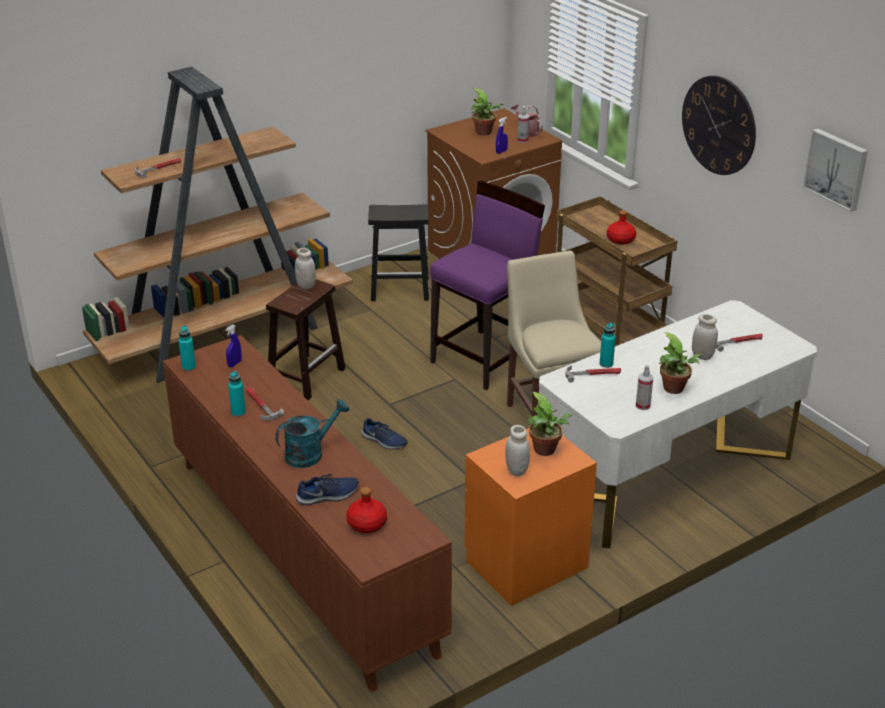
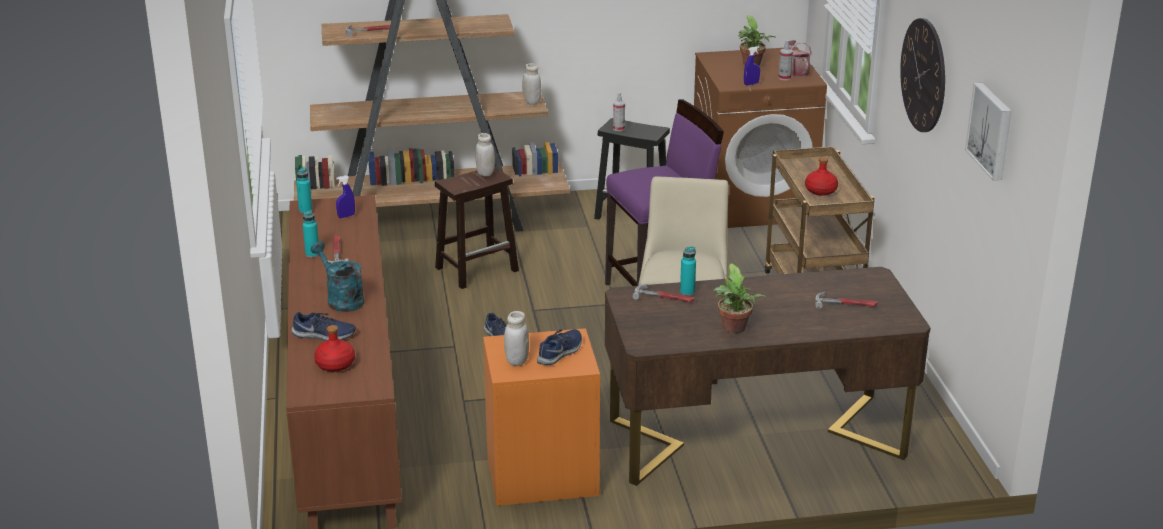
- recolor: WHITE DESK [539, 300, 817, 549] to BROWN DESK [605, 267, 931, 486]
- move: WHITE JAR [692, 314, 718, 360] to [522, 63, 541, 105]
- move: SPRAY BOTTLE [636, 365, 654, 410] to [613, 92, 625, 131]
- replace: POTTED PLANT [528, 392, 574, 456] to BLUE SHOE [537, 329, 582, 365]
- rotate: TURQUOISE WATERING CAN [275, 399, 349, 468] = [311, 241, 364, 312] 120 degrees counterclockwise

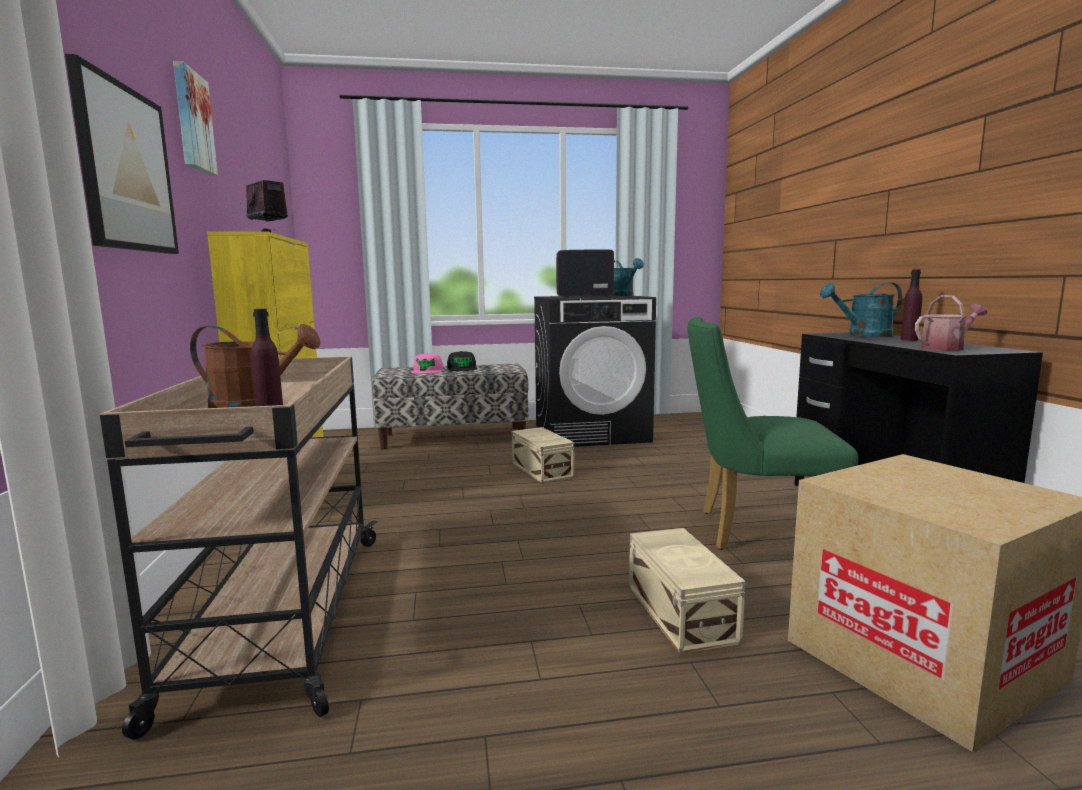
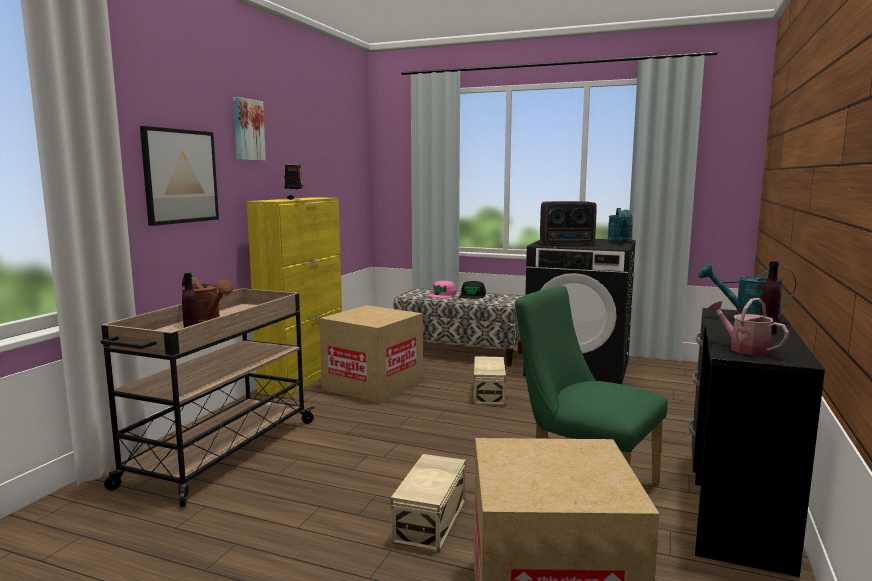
- rotate: RADIO [556, 249, 614, 298] = [540, 201, 597, 245] 150 degrees clockwise
- rotate: WATERING CAN [915, 295, 987, 351] = [708, 298, 789, 356] 135 degrees counterclockwise
- insert: CARDBOARD BOX [319, 305, 423, 404]

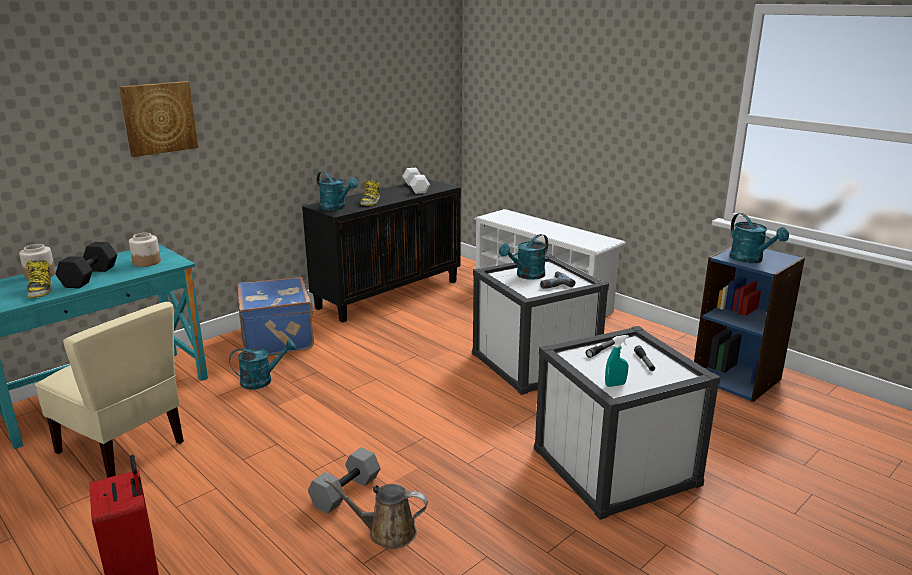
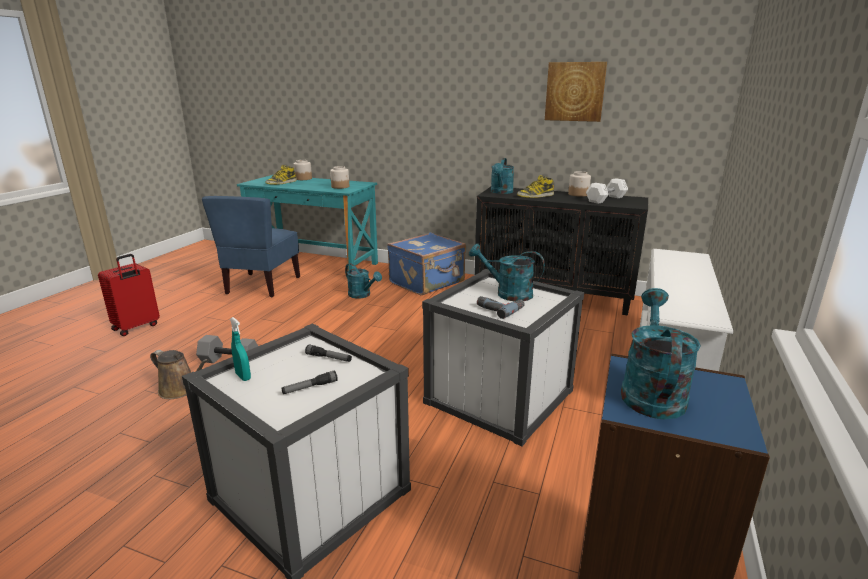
- move: PICTURE [119, 81, 198, 157] to [545, 62, 607, 122]
- rotate: TURQUOISE WATERING CAN [730, 213, 789, 263] = [621, 288, 701, 420] 150 degrees clockwise
- delete: BLACK DUMBBELL [56, 242, 117, 288]
- recolor: BEIGE CHAIR [35, 302, 184, 478] to BLUE CHAIR [202, 196, 300, 297]
- rotate: BROWN WATERING CAN [324, 478, 428, 549] = [150, 350, 209, 399] 135 degrees clockwise
- insert: JAR [568, 171, 591, 197]

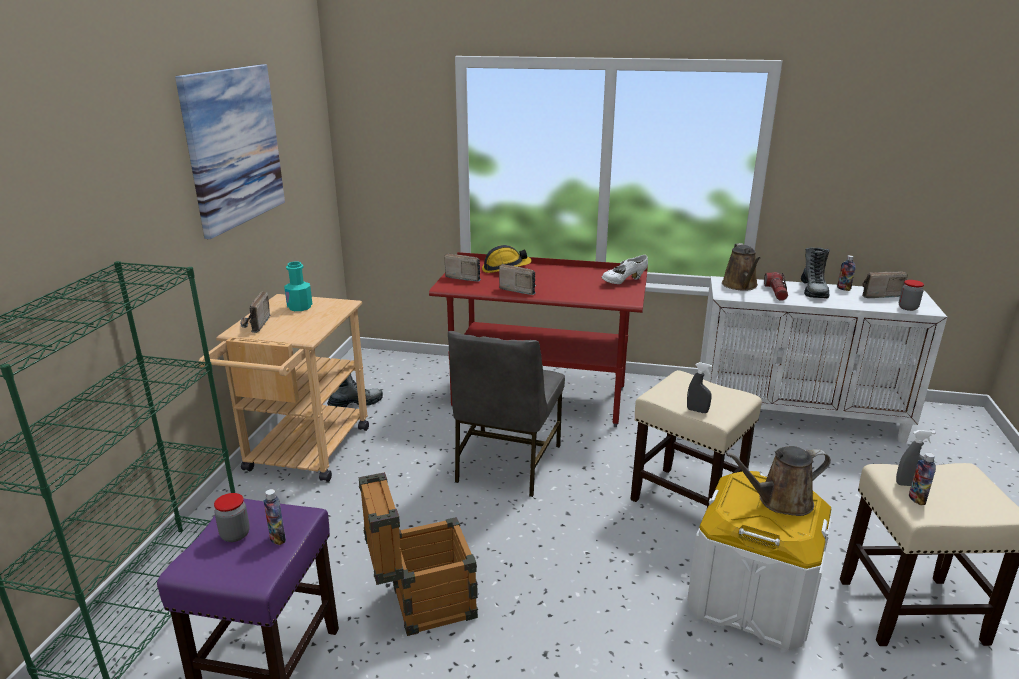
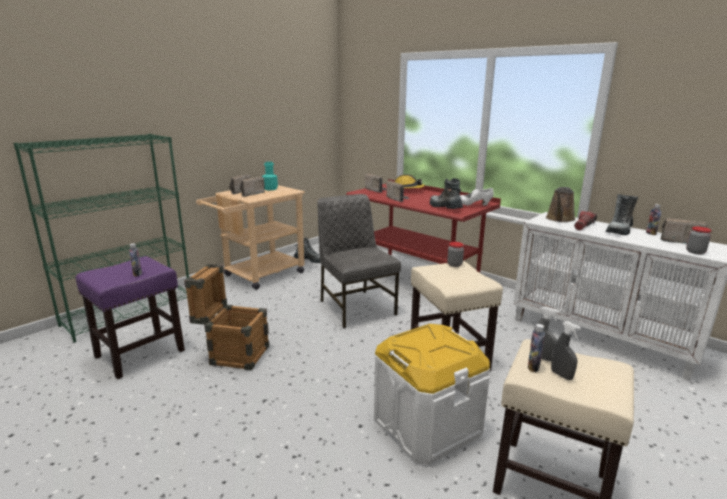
- delete: PICTURE [175, 64, 285, 239]
- rotate: GREY CHAIR [448, 331, 565, 497] = [318, 194, 401, 328] 105 degrees clockwise
- move: GREY SPRAY BOTTLE [687, 362, 713, 413] to [551, 321, 581, 380]
- delete: BROWN WATERING CAN [725, 446, 831, 516]
- move: JAR [214, 493, 250, 542] to [447, 242, 464, 267]
- insert: RADIO [240, 177, 265, 197]
- insert: BOOT [430, 178, 463, 209]

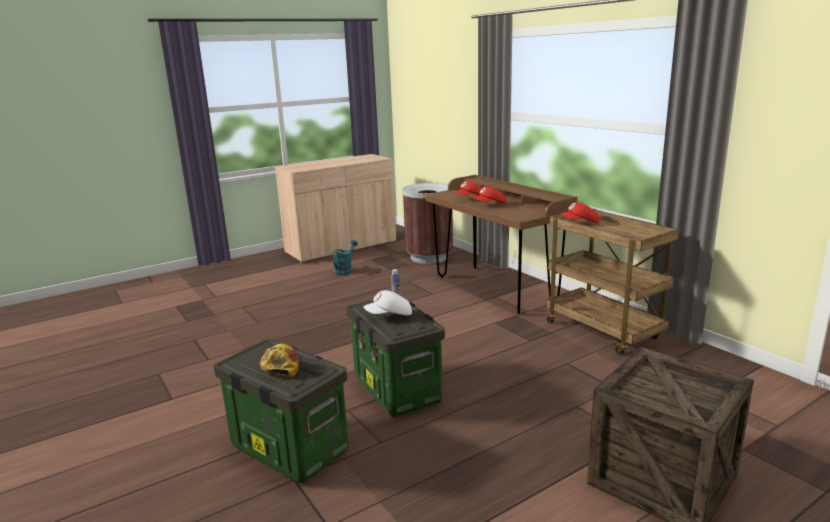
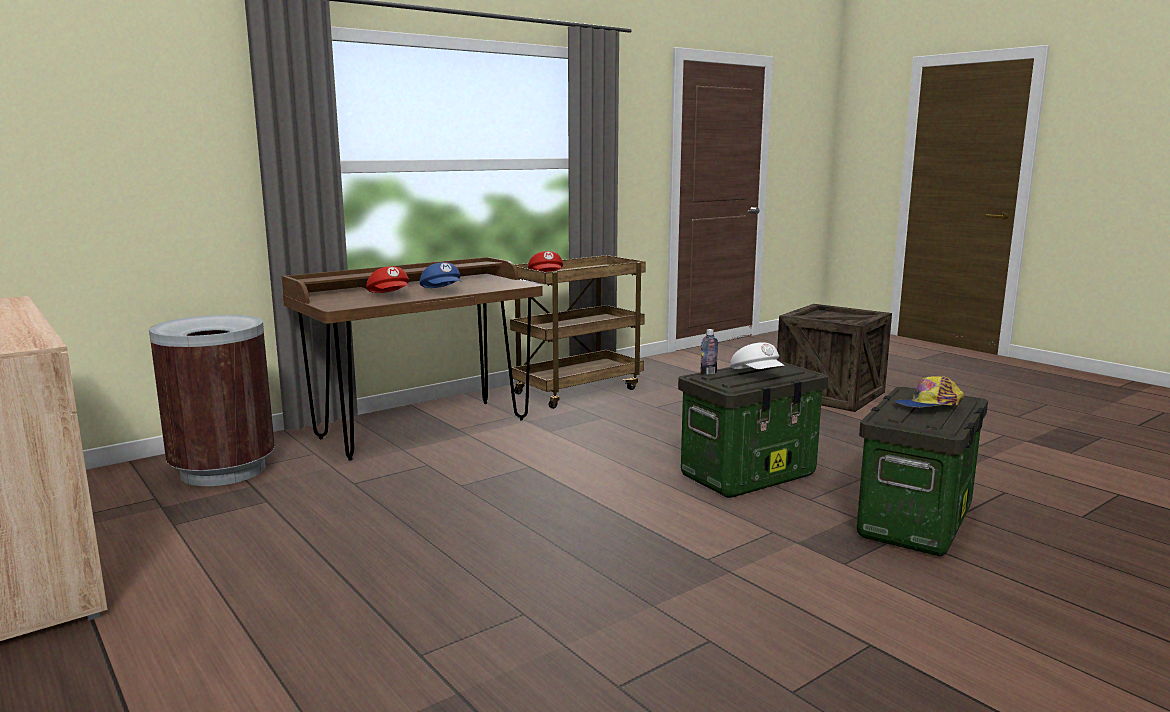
- recolor: RED CAP [473, 186, 507, 204] to BLUE CAP [420, 262, 461, 288]
- delete: TURQUOISE WATERING CAN [332, 240, 358, 275]

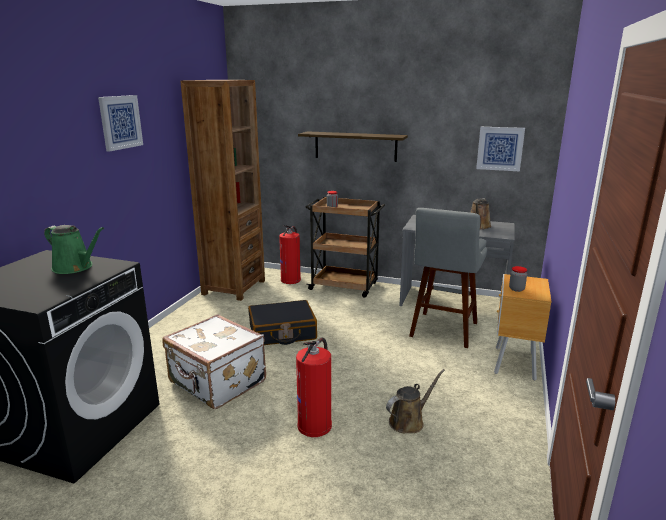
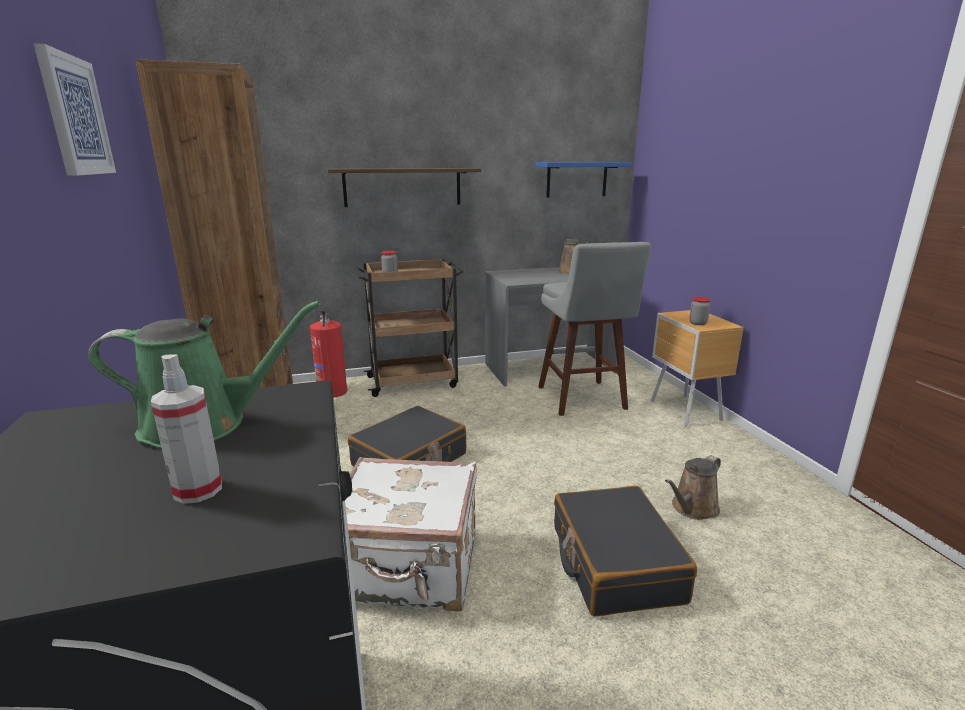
- replace: PICTURE [476, 127, 525, 171] to BLUE SHELF [536, 162, 633, 197]
- replace: FIRE EXTINGUISHER [296, 338, 332, 437] to BLACK SUITCASE [554, 486, 697, 616]
- rotate: BROWN WATERING CAN [386, 369, 445, 433] = [665, 455, 721, 520] 150 degrees counterclockwise
- insert: SPRAY BOTTLE [151, 355, 222, 504]

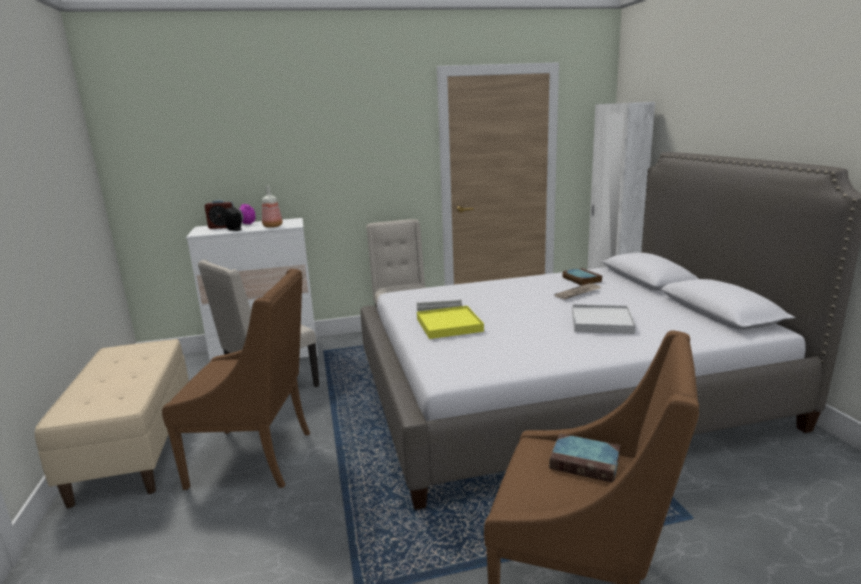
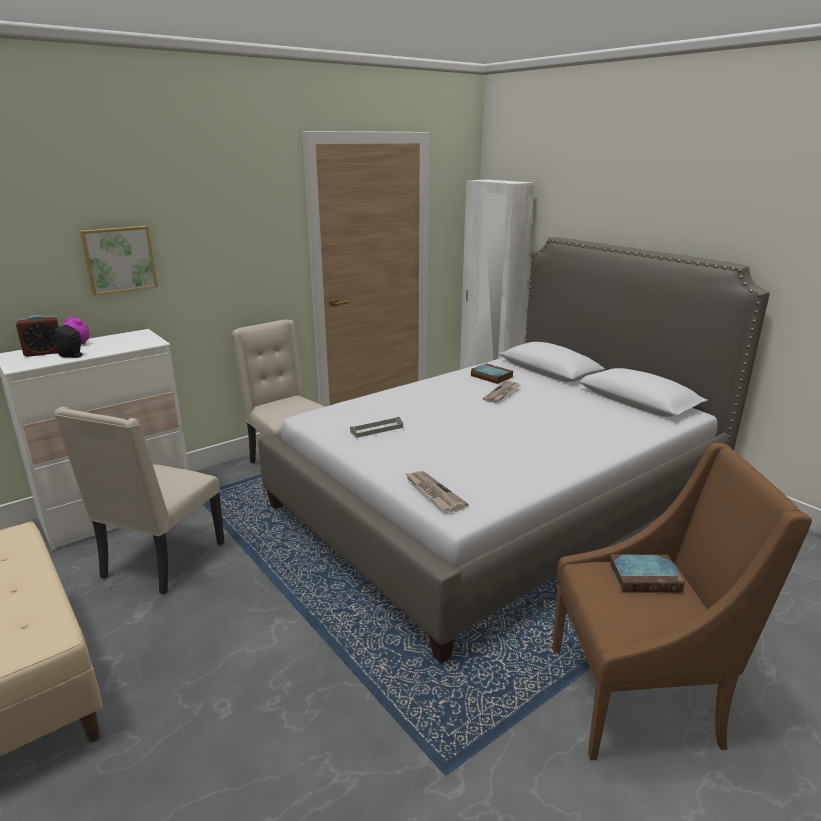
- delete: BOTTLE [262, 186, 283, 228]
- delete: BROWN ARMCHAIR [162, 269, 310, 490]
- delete: WHITE TRAY [572, 304, 636, 334]
- delete: YELLOW TRAY [417, 306, 484, 339]
- insert: PICTURE [80, 226, 158, 296]
- insert: NEWSPAPER [406, 471, 469, 512]

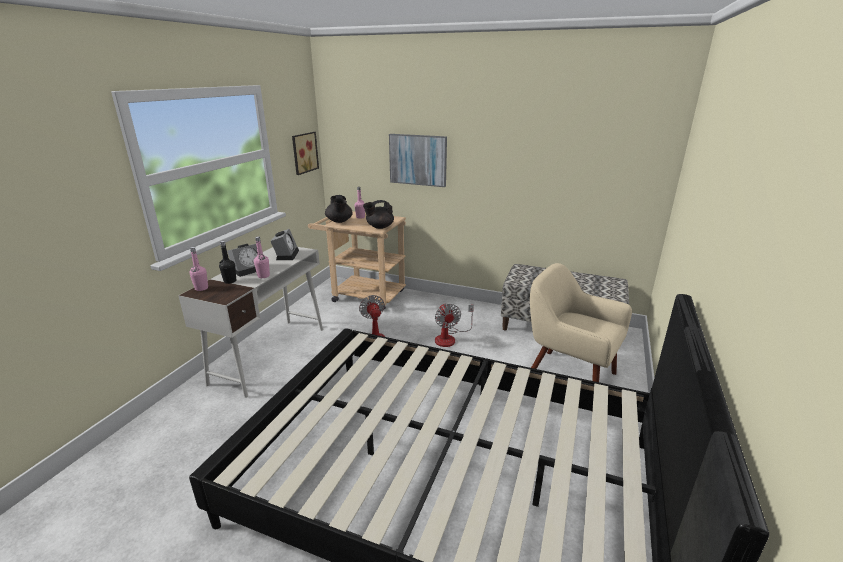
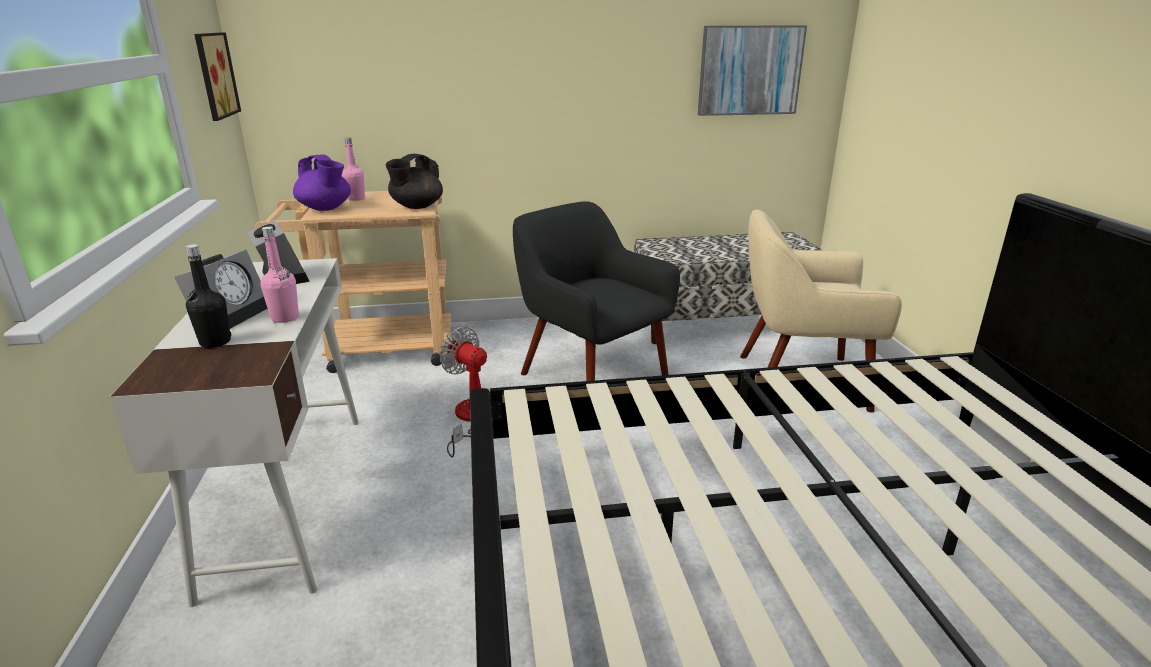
- move: PICTURE [389, 134, 447, 187] to [698, 25, 807, 116]
- recolor: BLACK TEAPOT [325, 195, 353, 223] to PURPLE TEAPOT [293, 155, 351, 211]
- delete: PINK BOTTLE [190, 247, 208, 291]
- replace: FAN [435, 303, 474, 347] to BLACK ARMCHAIR [513, 201, 680, 381]

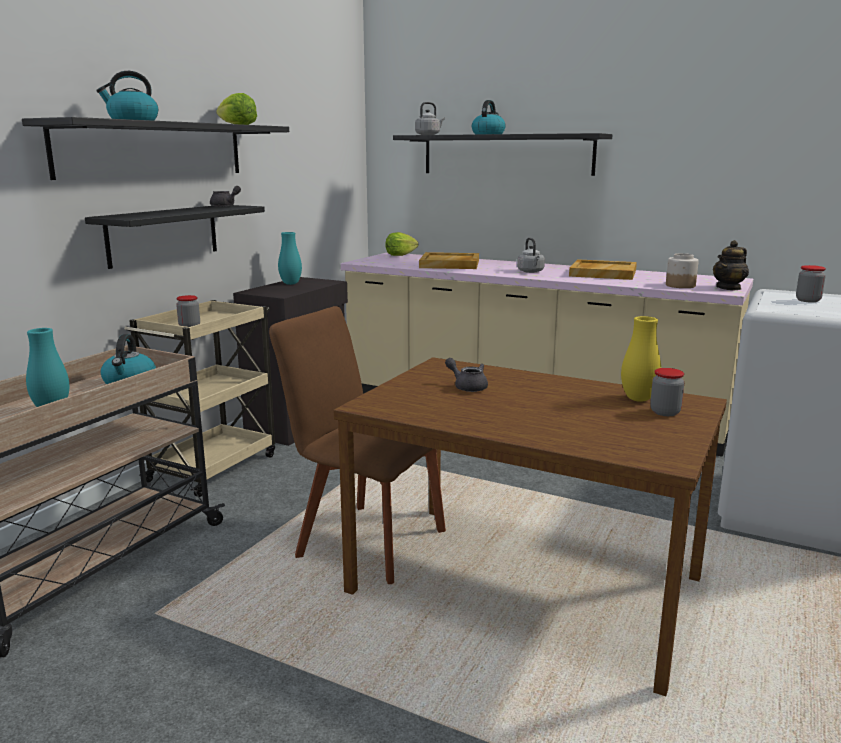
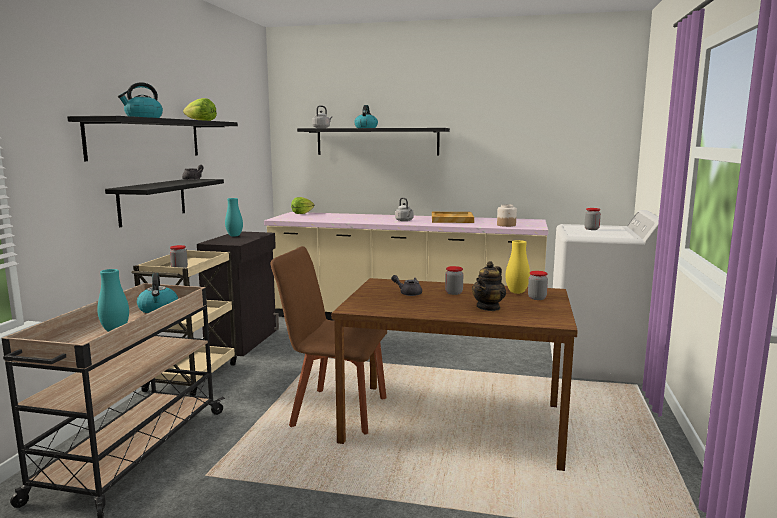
- move: TEAPOT [713, 240, 749, 290] to [472, 261, 506, 311]
- delete: BEIGE TRAY [419, 252, 479, 269]
- insert: JAR [445, 266, 463, 295]

